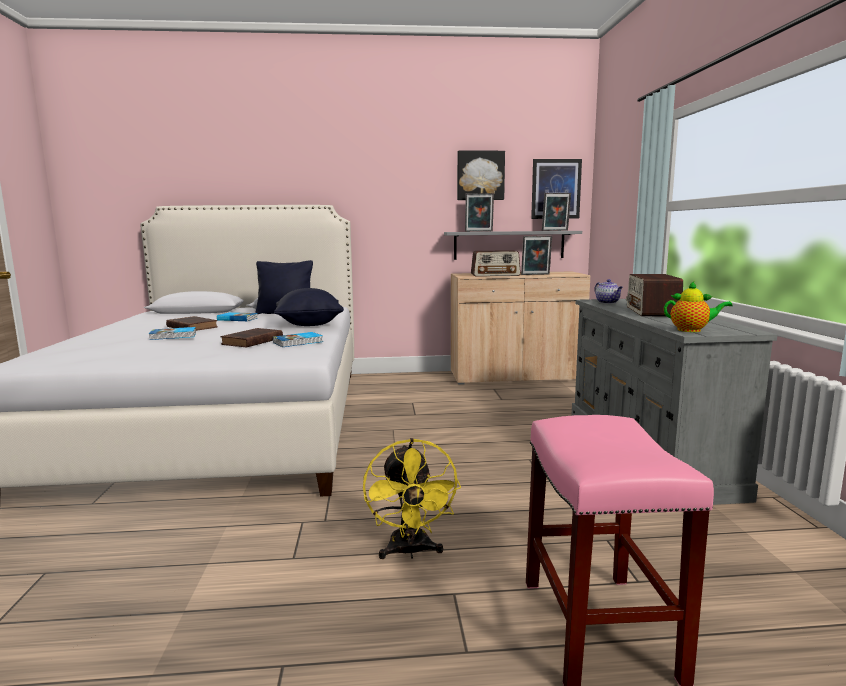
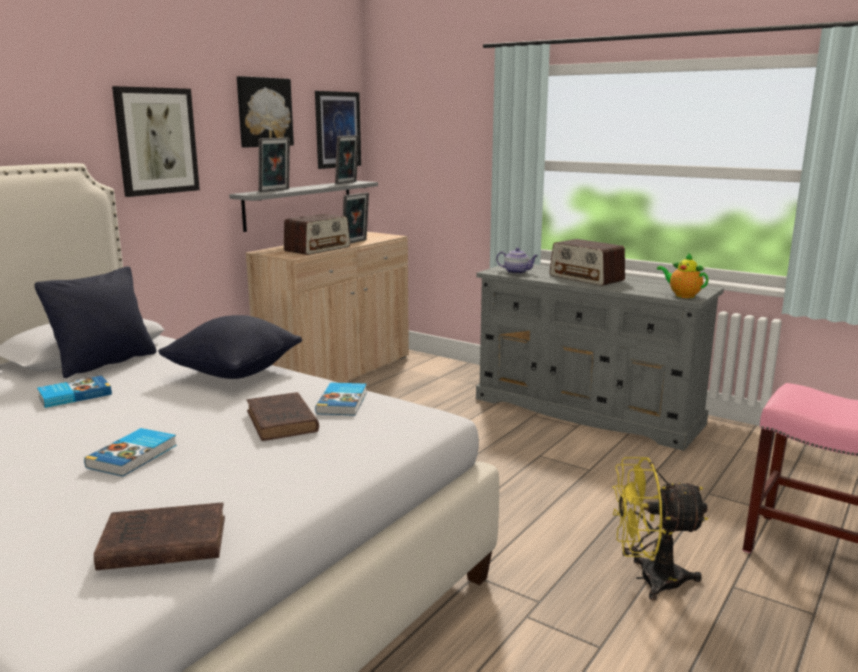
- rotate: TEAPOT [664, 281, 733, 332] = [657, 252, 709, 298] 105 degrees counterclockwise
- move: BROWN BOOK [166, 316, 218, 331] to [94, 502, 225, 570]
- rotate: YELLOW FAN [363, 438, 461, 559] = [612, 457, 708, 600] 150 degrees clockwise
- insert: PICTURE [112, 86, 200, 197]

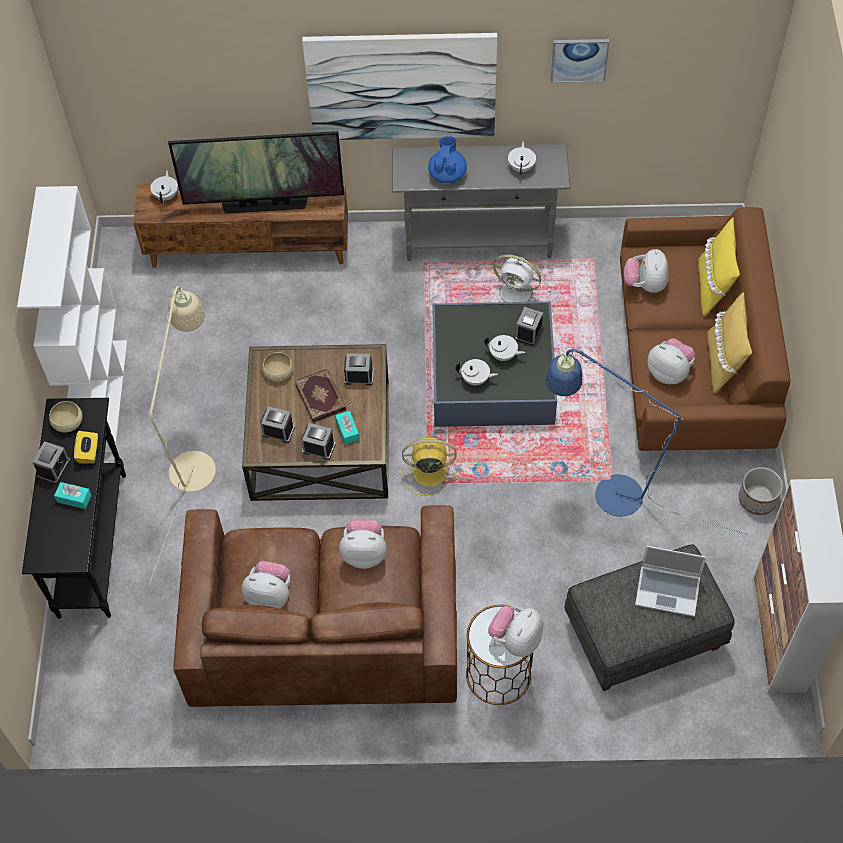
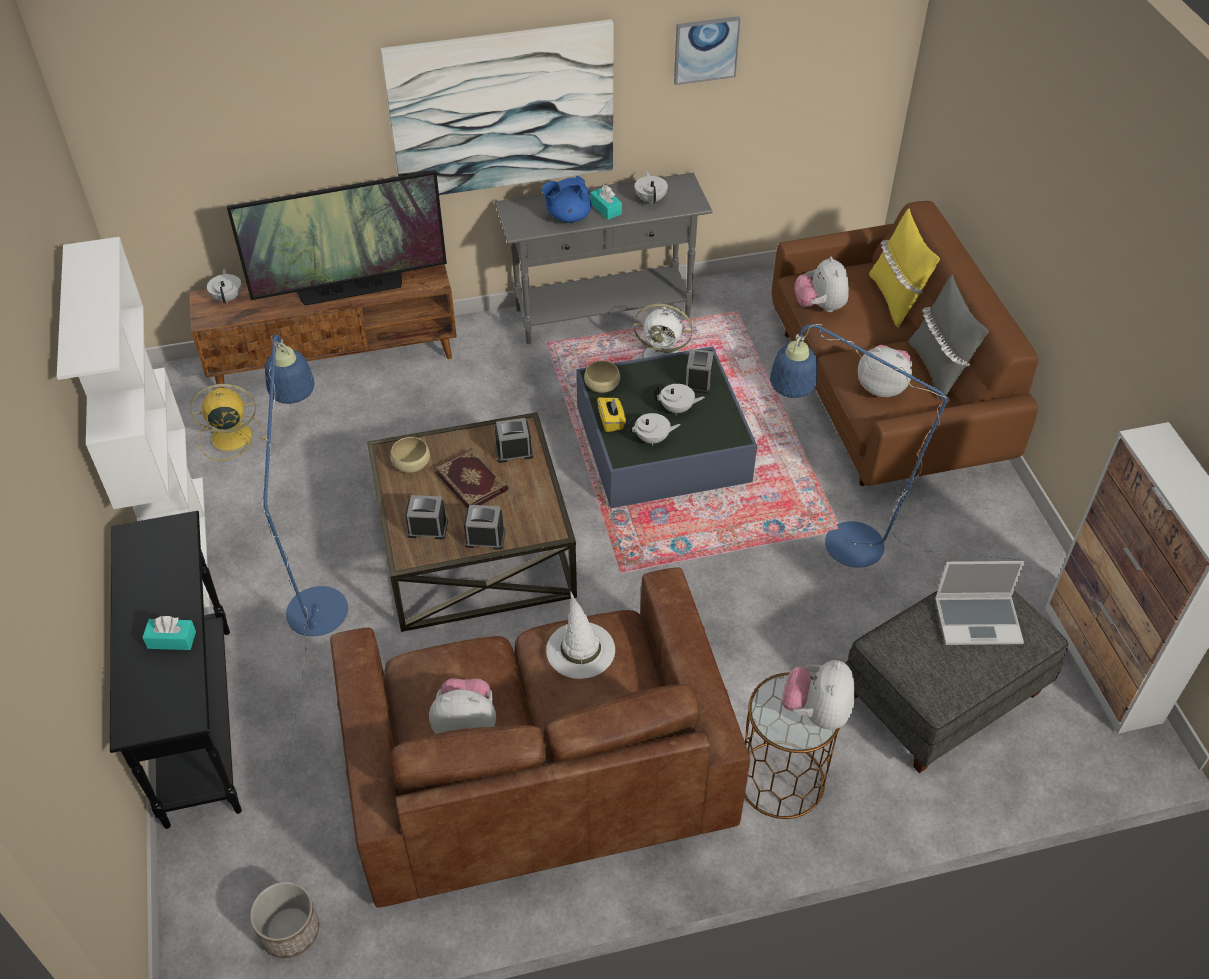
- rotate: BLUE TEAPOT [428, 136, 467, 183] = [542, 176, 591, 223] 105 degrees counterclockwise
- recolor: BEIGE FLOOR LAMP [149, 286, 216, 585] to BLUE FLOOR LAMP [262, 334, 348, 760]
- recolor: YELLOW PILLOW [707, 292, 752, 394] to GREY PILLOW [908, 275, 989, 401]
- move: BEIGE BOWL [49, 401, 82, 433] to [584, 361, 620, 393]
- move: TURQUOISE TISSUE BOX [335, 411, 359, 444] to [590, 185, 622, 220]
- move: YELLOW TISSUE BOX [74, 431, 98, 463] to [597, 398, 626, 432]
- move: YELLOW FAN [402, 437, 458, 495] to [190, 384, 265, 461]
- delete: ALARM CLOCK [32, 441, 70, 484]
- move: PLANTER [739, 467, 783, 515] to [250, 882, 319, 958]
- replace: PLUSH TOY [339, 520, 387, 569] to WHITE HAT [546, 592, 615, 679]

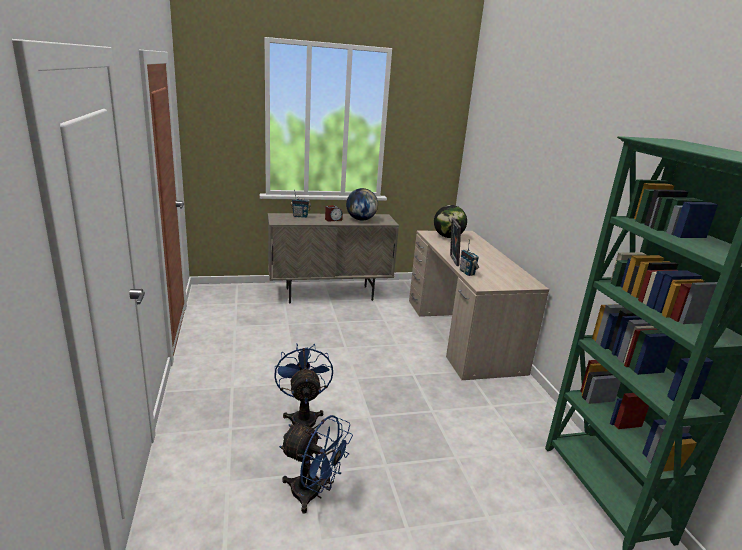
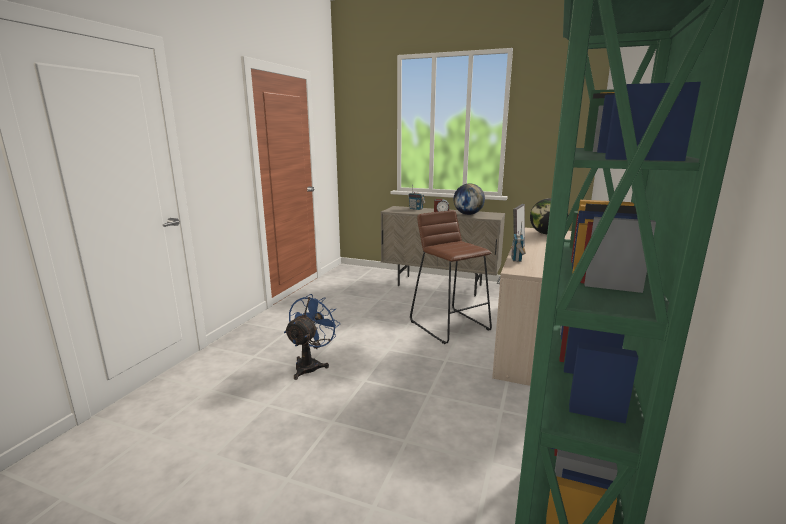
- delete: BLUE FAN [279, 415, 353, 514]
- insert: BROWN STOOL [410, 210, 492, 344]

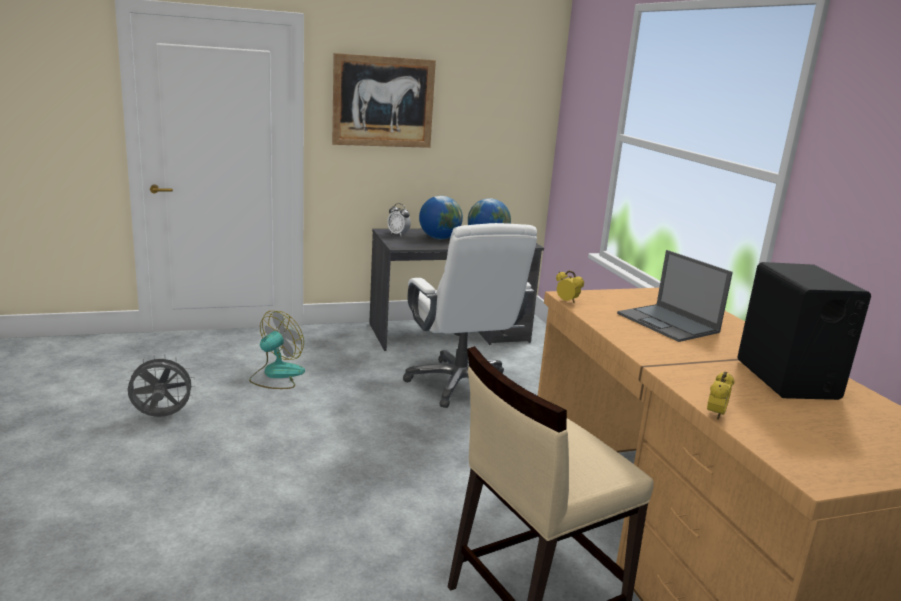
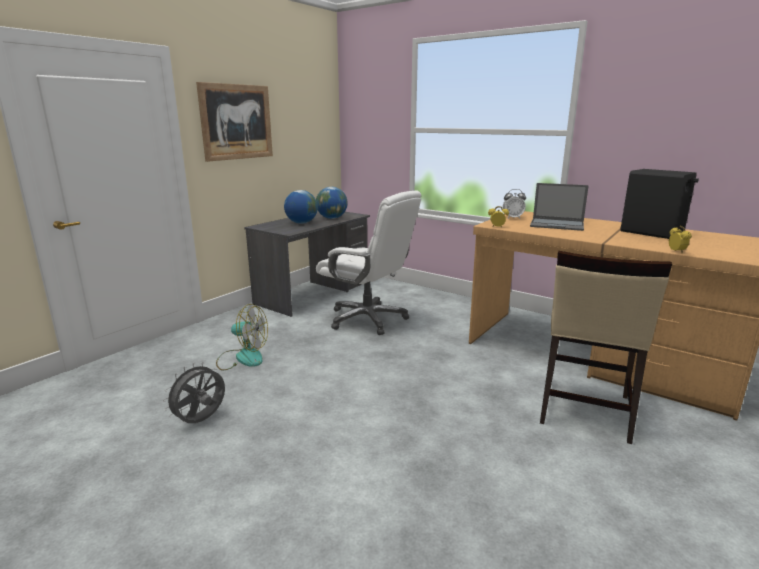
- move: ALARM CLOCK [387, 203, 411, 236] to [503, 189, 526, 218]
- rotate: FAN [249, 311, 305, 389] = [216, 304, 268, 370] 105 degrees clockwise

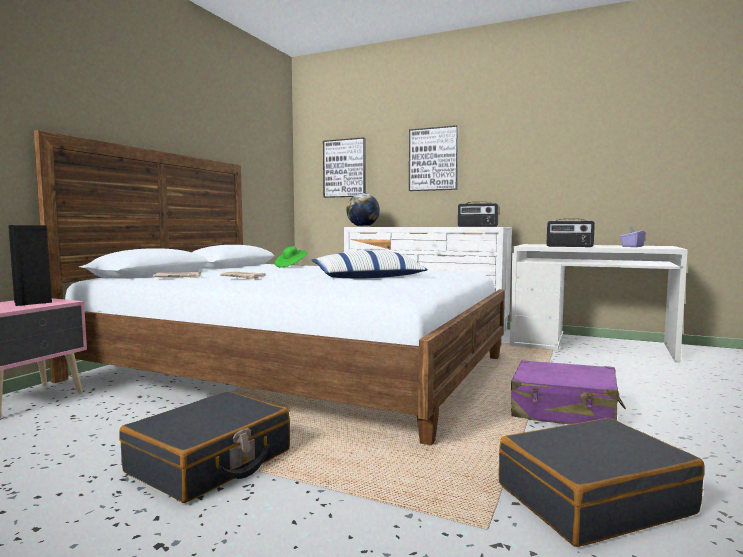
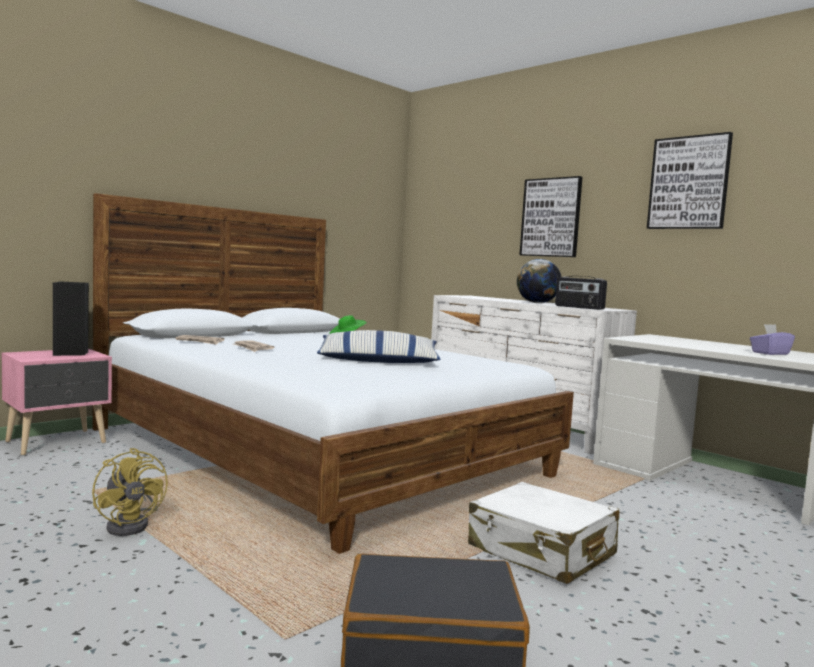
- move: PICTURE [323, 137, 366, 198] to [647, 132, 733, 229]
- move: GLOBE [346, 193, 380, 227] to [517, 259, 561, 303]
- delete: RADIO [547, 219, 595, 247]
- recolor: PURPLE SUITCASE [511, 360, 626, 425] to WHITE SUITCASE [468, 482, 619, 584]
- replace: BLACK SUITCASE [119, 391, 290, 503] to YELLOW FAN [92, 448, 168, 536]

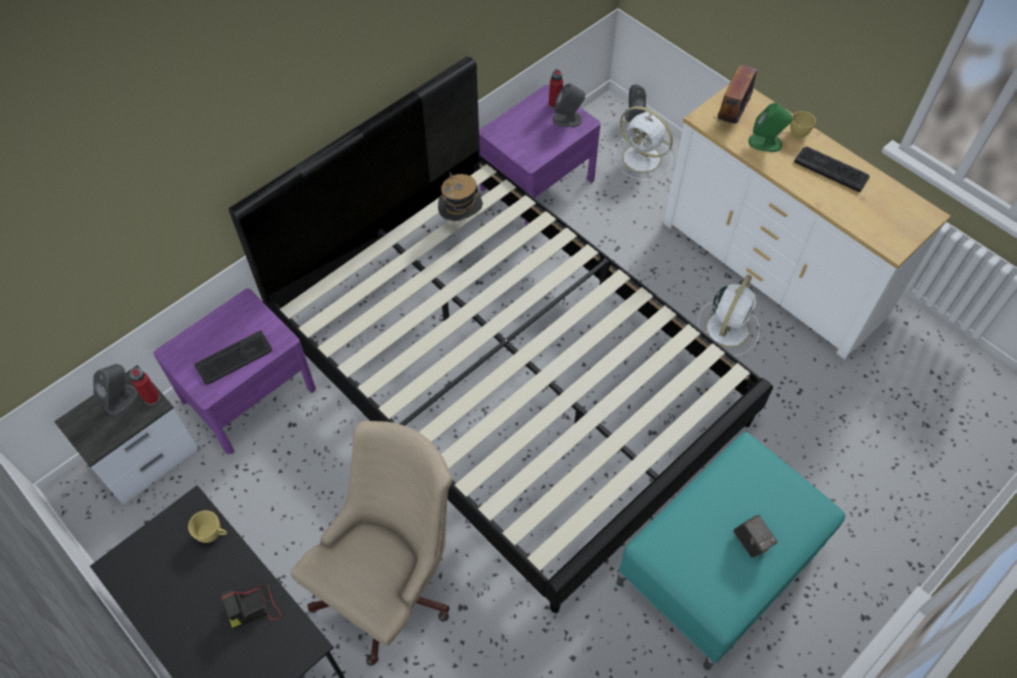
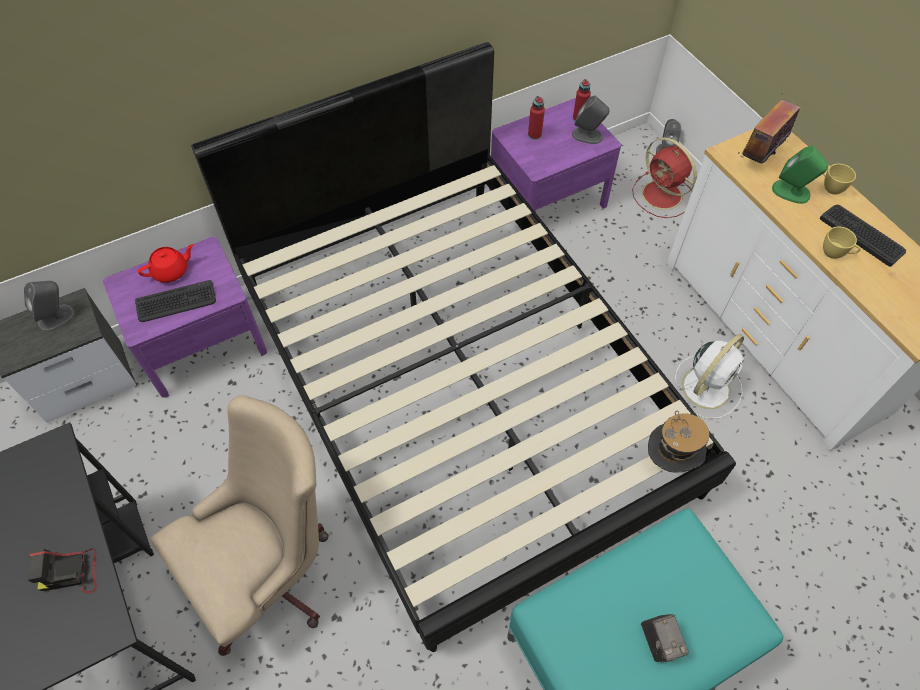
- recolor: WHITE FAN [613, 106, 673, 180] to RED FAN [632, 138, 697, 218]
- move: HAT [438, 172, 483, 221] to [648, 410, 709, 473]
- move: RED BOTTLE [130, 367, 160, 405] to [528, 96, 545, 140]
- move: YELLOW CUP [188, 510, 227, 543] to [823, 227, 861, 259]
- insert: RED TEAPOT [138, 244, 194, 283]

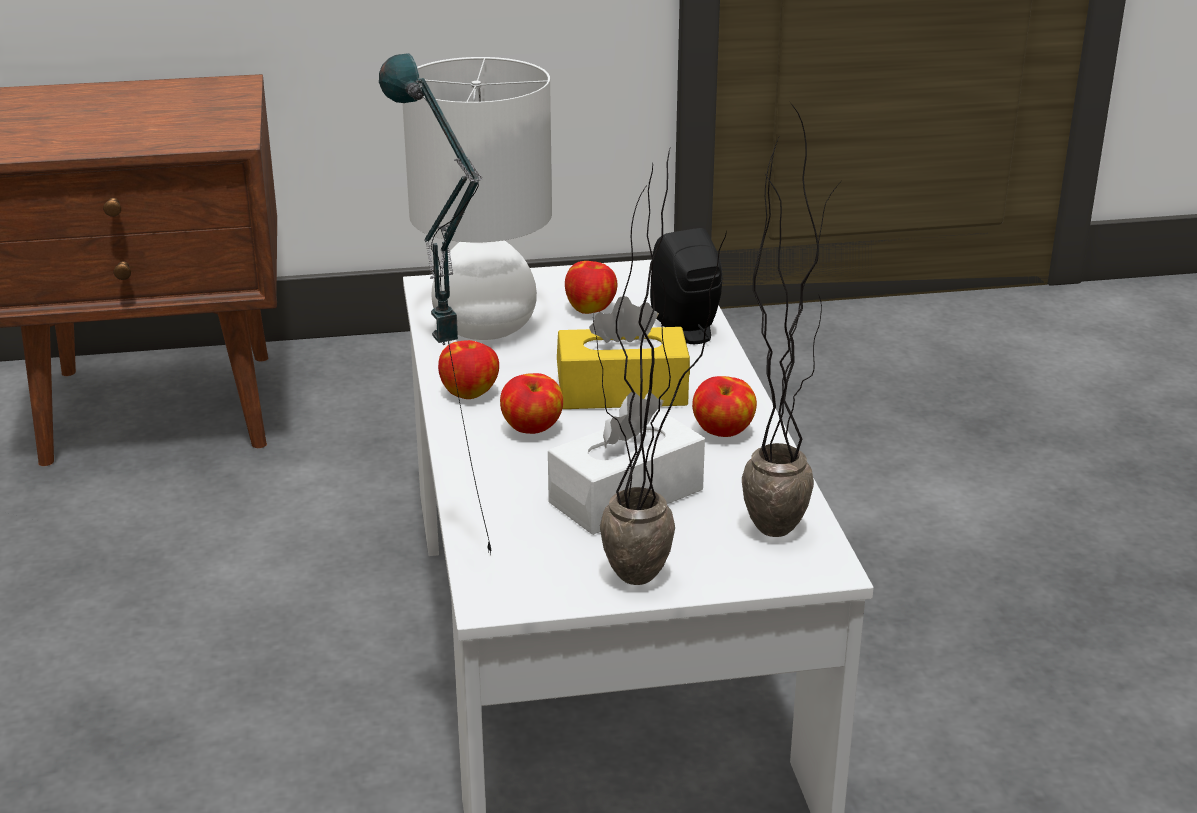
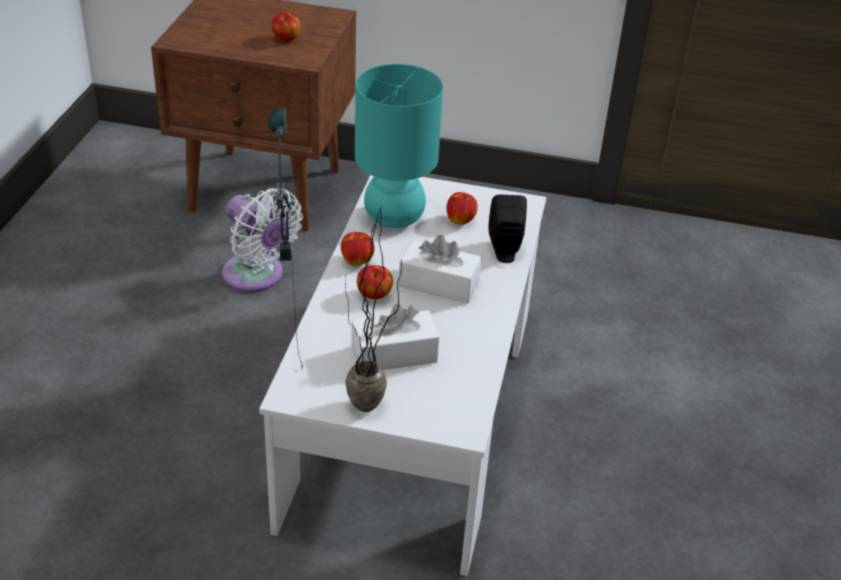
- recolor: WHITE TABLE LAMP [402, 57, 552, 340] to TURQUOISE TABLE LAMP [355, 64, 443, 228]
- delete: POTTED PLANT [742, 105, 840, 537]
- recolor: YELLOW TISSUE BOX [557, 296, 690, 409] to WHITE TISSUE BOX [398, 235, 482, 304]
- move: APPLE [692, 376, 757, 437] to [271, 12, 301, 41]
- insert: WHITE FAN [222, 188, 303, 293]

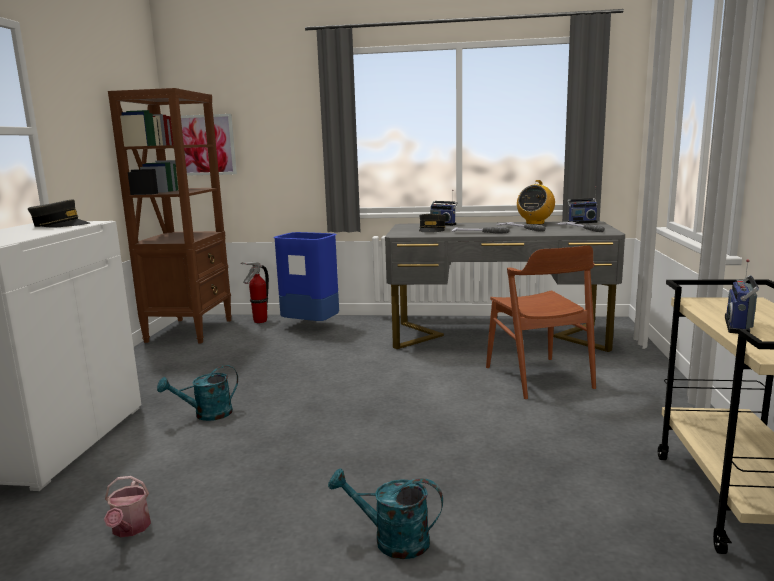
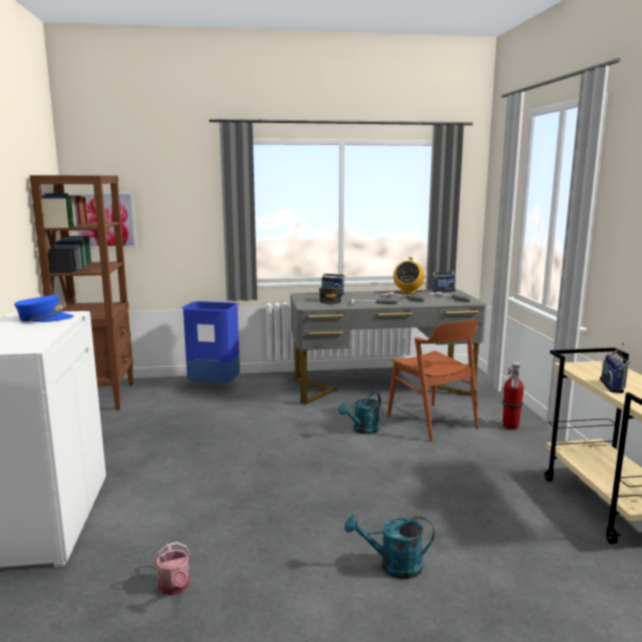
- recolor: GREY CAP [28, 200, 90, 227] to BLUE CAP [14, 295, 74, 322]
- move: FIRE EXTINGUISHER [241, 262, 269, 323] to [502, 362, 524, 429]
- move: TURQUOISE WATERING CAN [157, 365, 238, 421] to [338, 392, 381, 434]

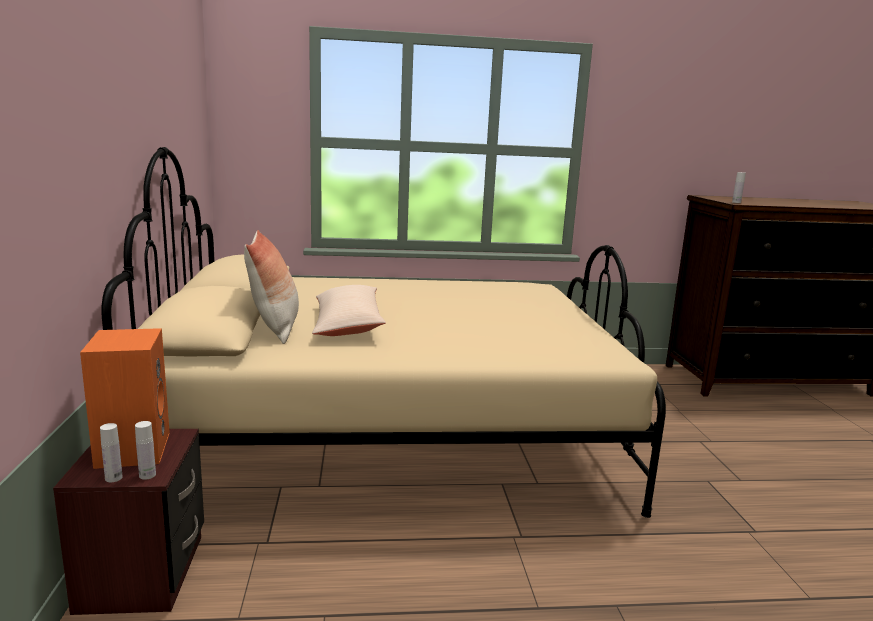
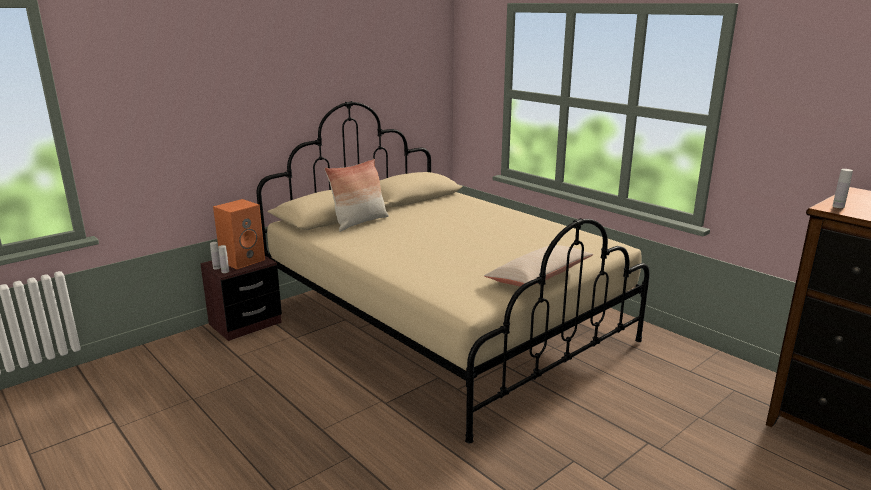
- move: BEIGE PILLOW [312, 285, 386, 336] to [484, 245, 594, 287]

